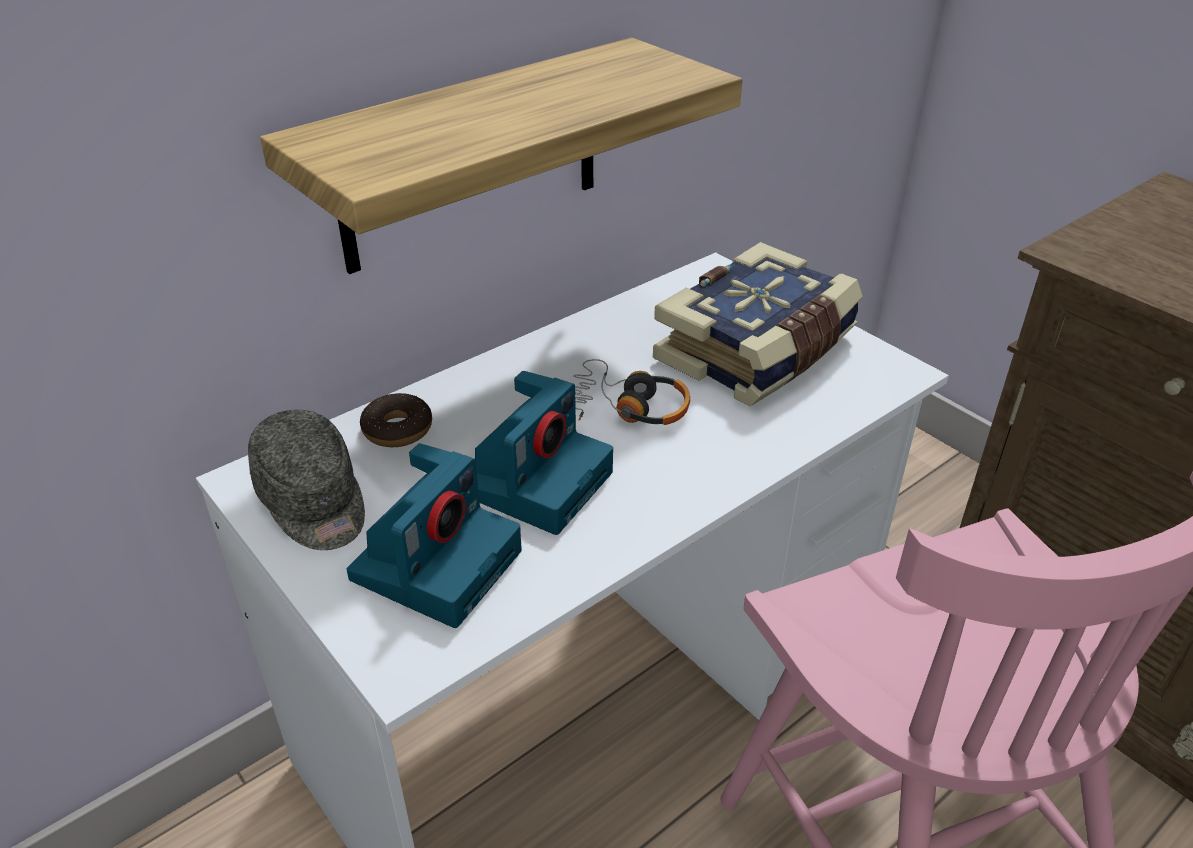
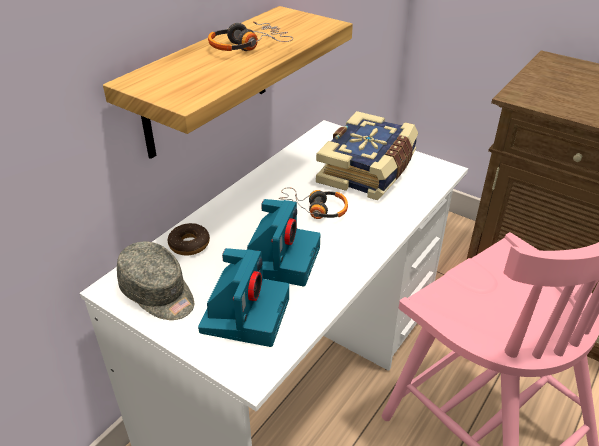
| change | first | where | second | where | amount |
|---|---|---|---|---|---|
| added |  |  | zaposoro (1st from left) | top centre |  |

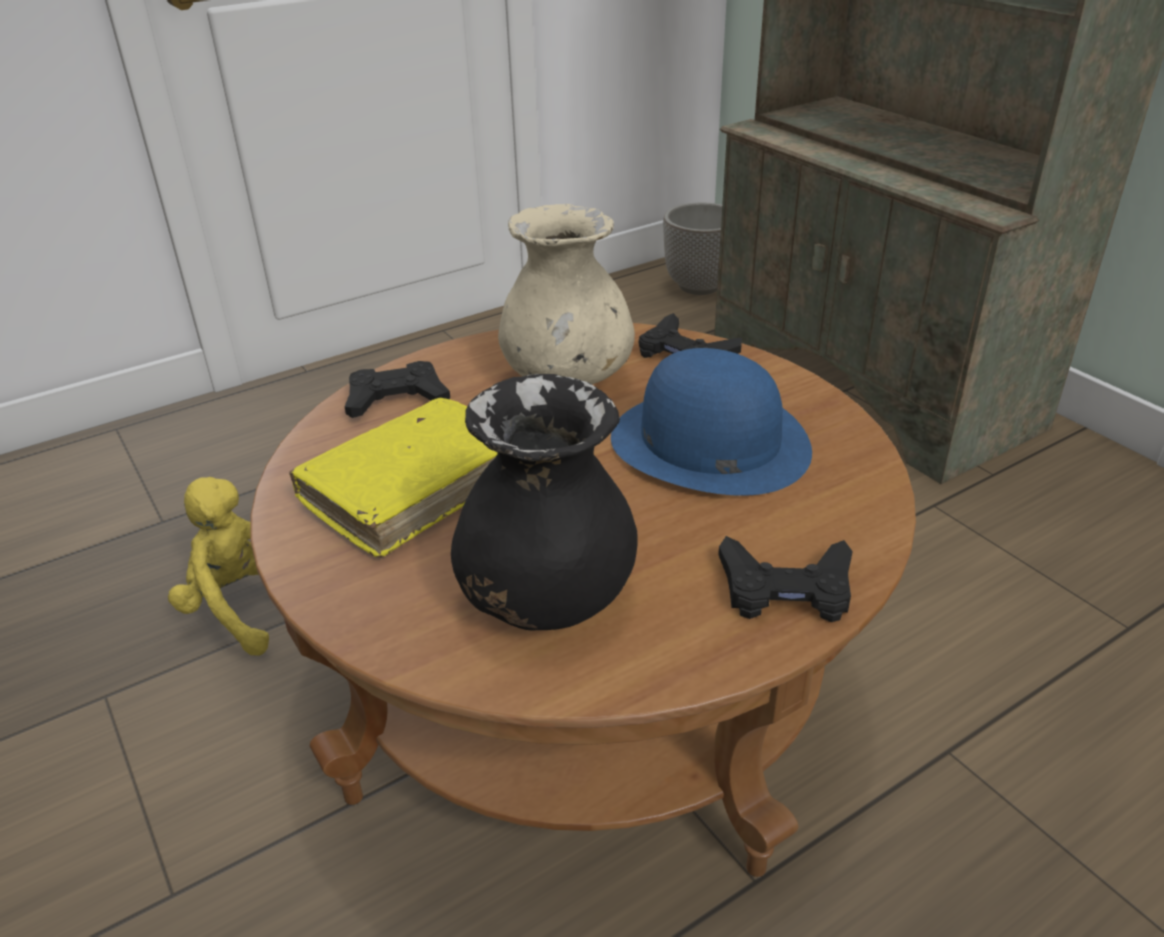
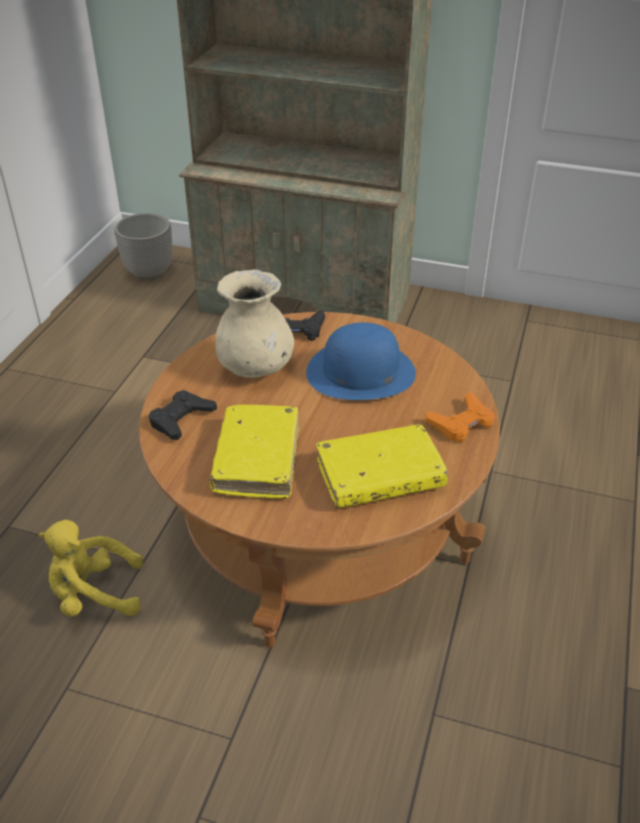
| change | first | where | second | where | amount |
|---|---|---|---|---|---|
| replaced | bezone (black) | centre | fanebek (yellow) (2nd from left) | centre |  |
| recoloured | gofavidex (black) (3rd from left) | middle right | gofavidex (orange) | middle right |  |

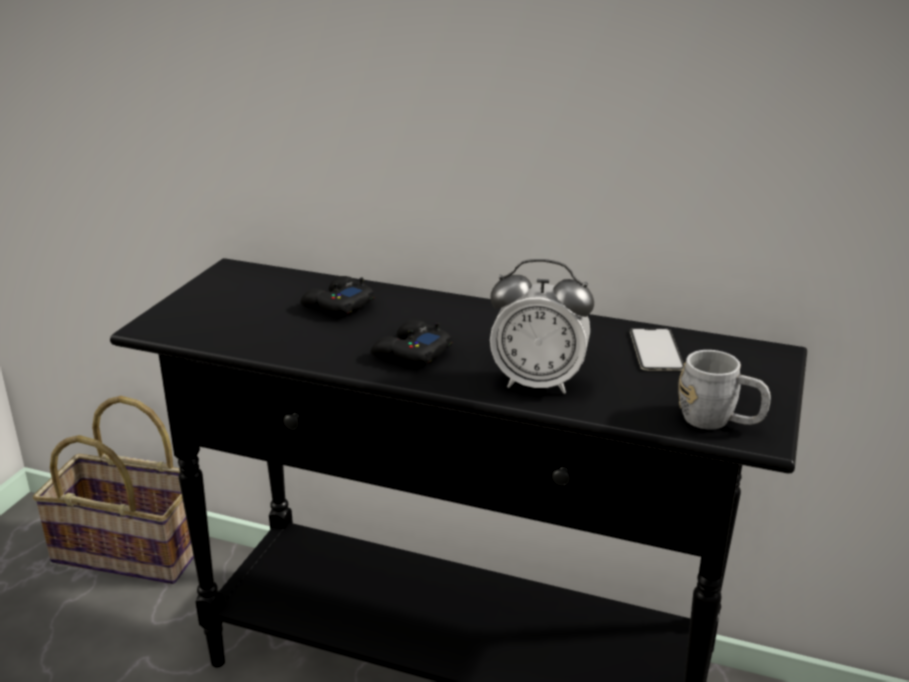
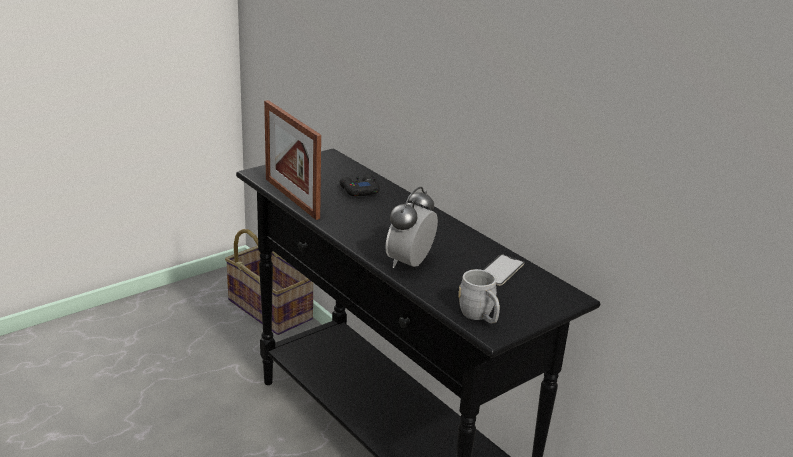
| change | first | where | second | where | amount |
|---|---|---|---|---|---|
| removed | gofavidex (black) (2nd from left) | centre |  |  |  |
| turned | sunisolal | centre |  | centre | 75 degrees clockwise |
| added |  |  | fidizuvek | centre |  |

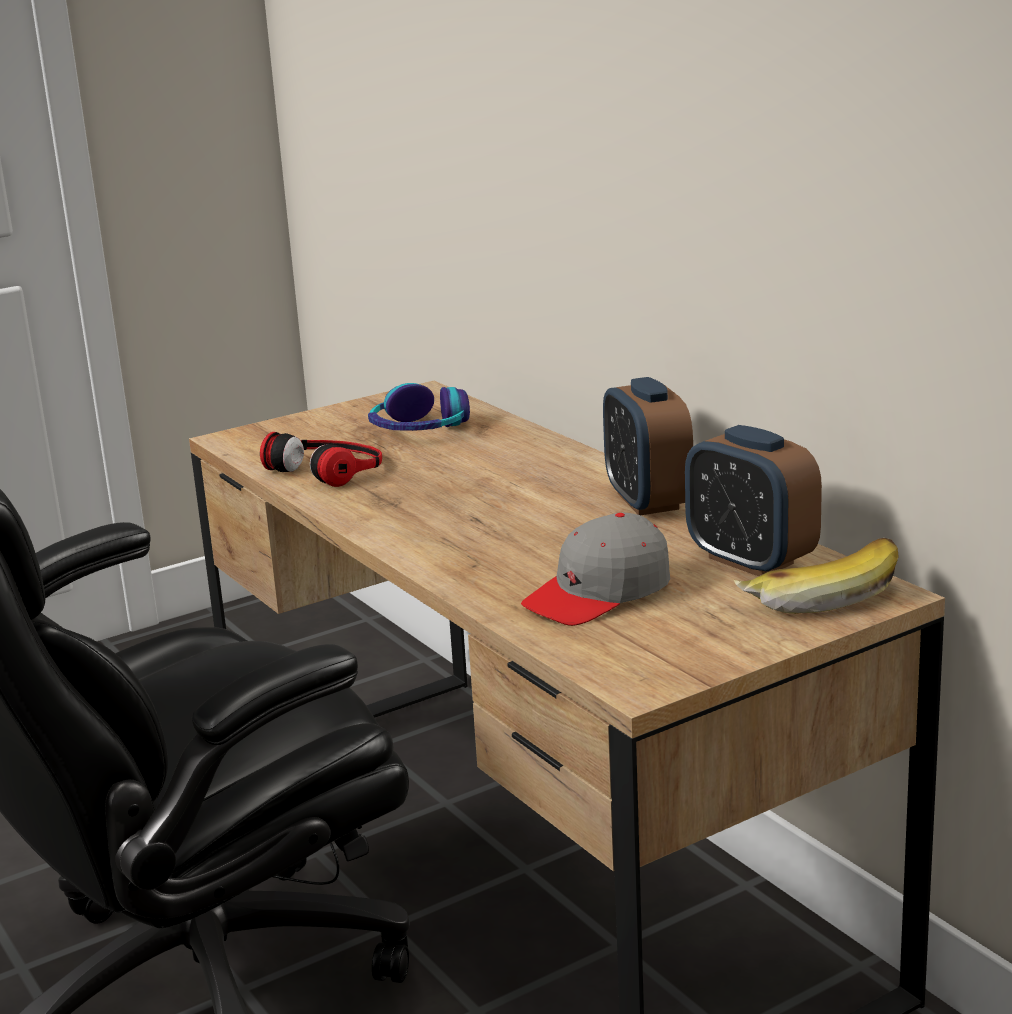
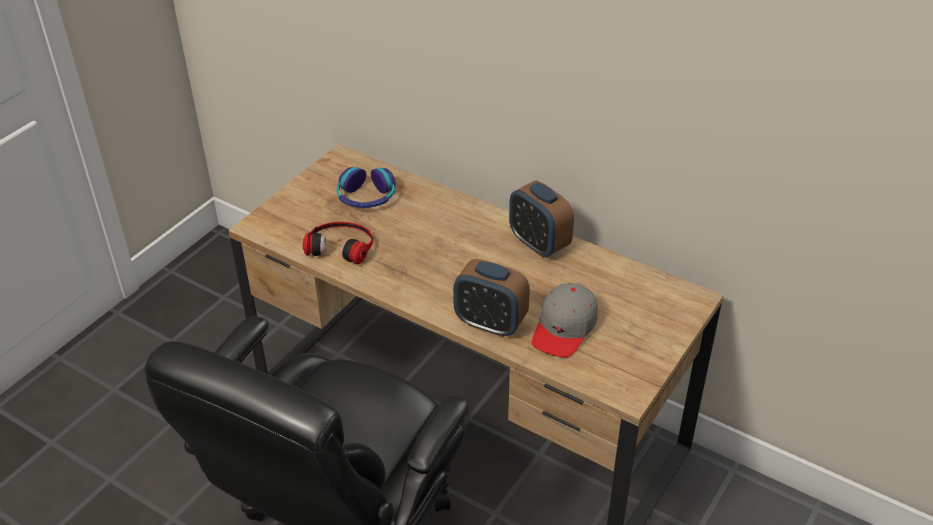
| change | first | where | second | where | amount |
|---|---|---|---|---|---|
| moved | sunisolal (2nd from left in the first image) | middle right | sunisolal (1st from left) | centre |  |
| removed | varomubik | middle right |  |  |  |

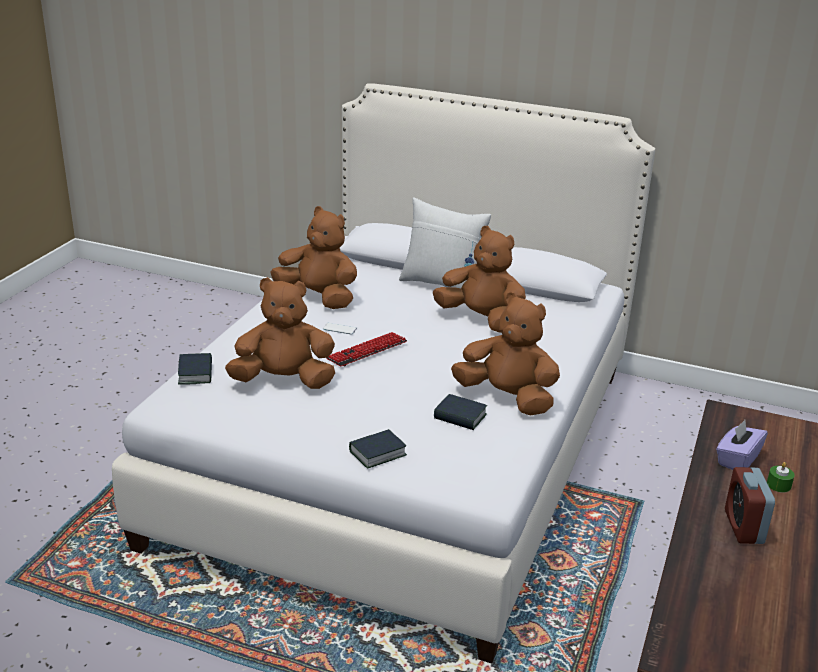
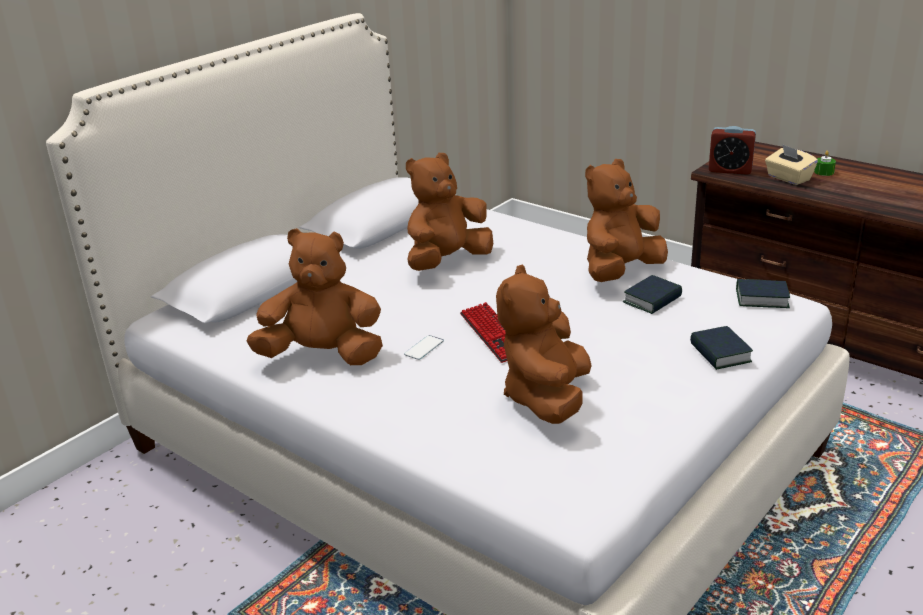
| change | first | where | second | where | amount |
|---|---|---|---|---|---|
| moved | fanebek (1st from left in the first image) | middle left | fanebek (3rd from left) | middle right |  |
| turned | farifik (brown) (2nd from left in the first image) | centre | farifik (brown) (1st from left) | centre | 45 degrees clockwise |
| removed | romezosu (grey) | centre |  |  |  |
| recoloured | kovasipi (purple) | middle right | kovasipi (beige) | top right |  |
| moved | sunisolal | bottom right |  | top right |  |

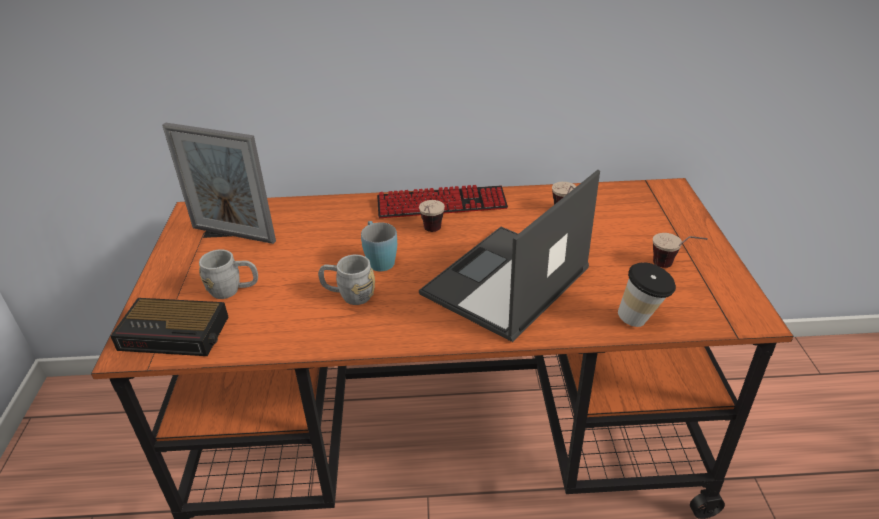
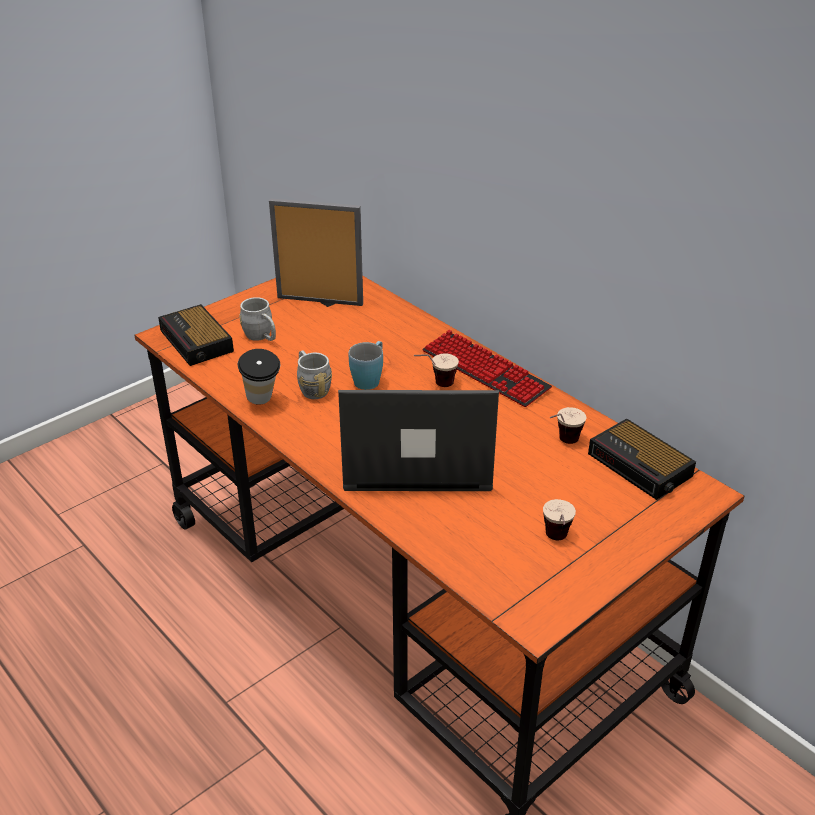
| change | first | where | second | where | amount |
|---|---|---|---|---|---|
| turned | fidizuvek | middle left |  | top centre | 120 degrees clockwise |
| moved | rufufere (3rd from left in the first image) | middle right | rufufere (1st from left) | middle left |  |
| added |  |  | sunisolal (2nd from left) | middle right |  |

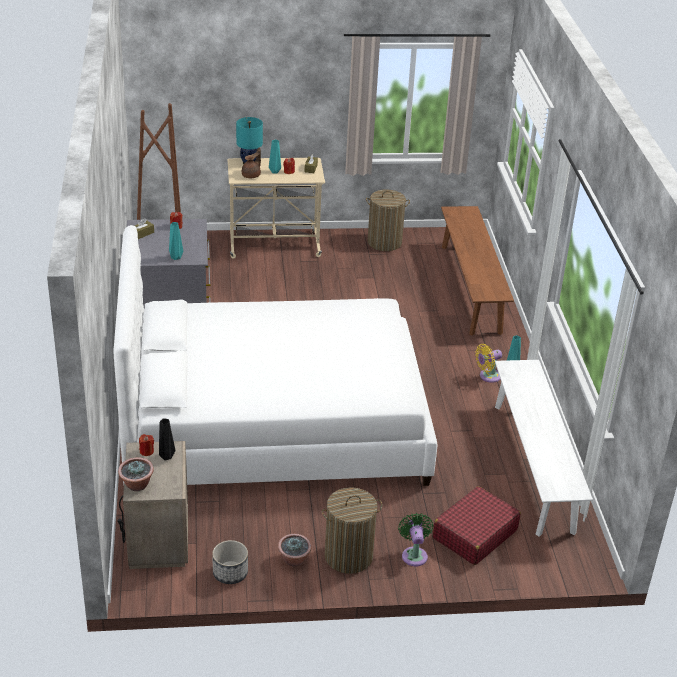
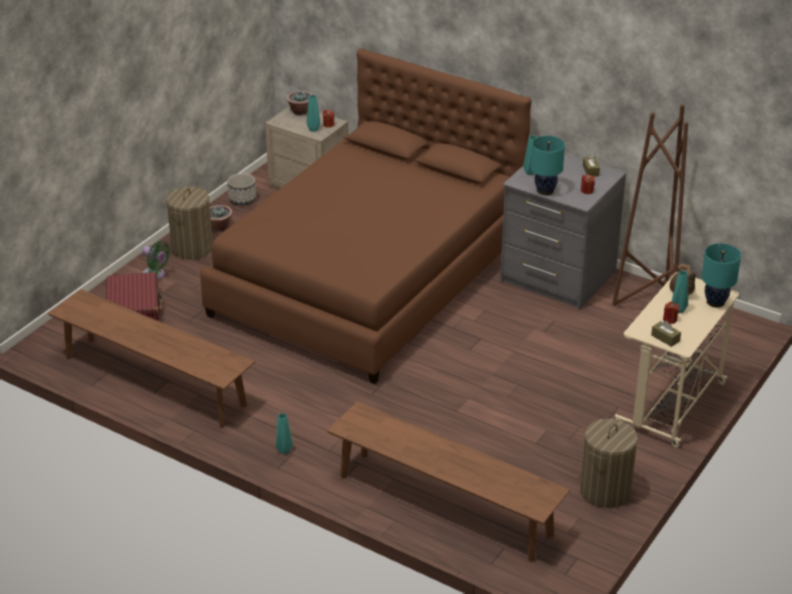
| change | first | where | second | where | amount |
|---|---|---|---|---|---|
| recoloured | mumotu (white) | centre | mumotu (brown) | centre |  |
| recoloured | bezone (black) | middle left | bezone (turquoise) (2nd from left) | top centre |  |
| removed | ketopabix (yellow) | middle right |  |  |  |
| recoloured | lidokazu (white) | middle right | lidokazu (brown) (1st from left) | middle left |  |
| added |  |  | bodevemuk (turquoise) (1st from left) | top right |  |

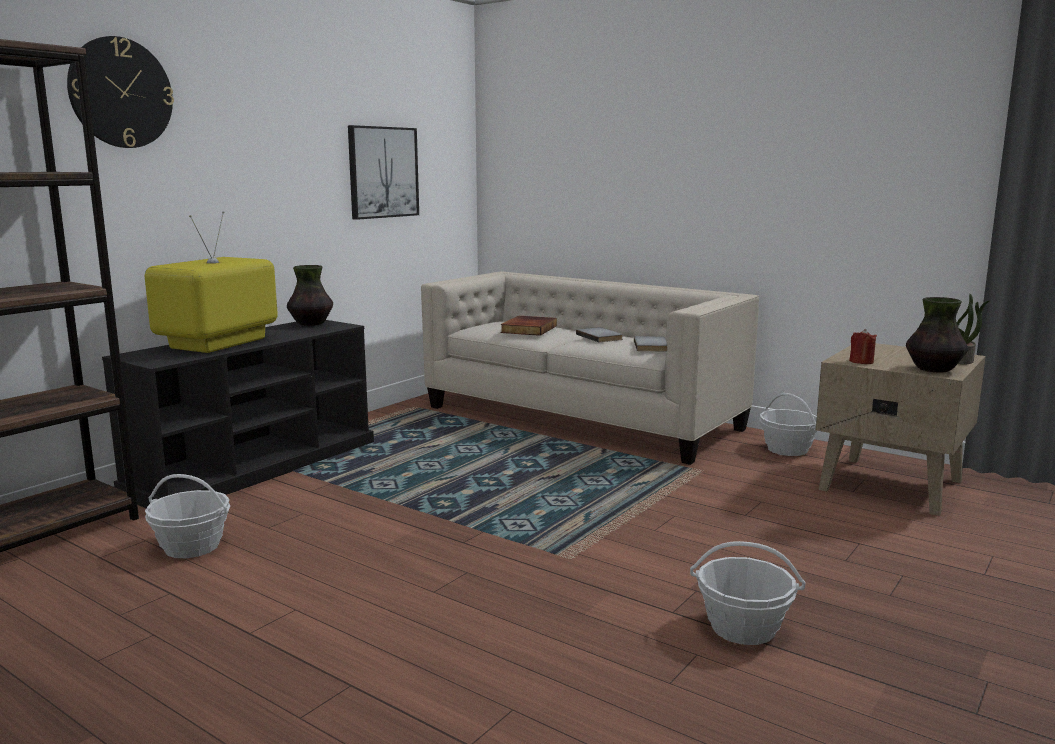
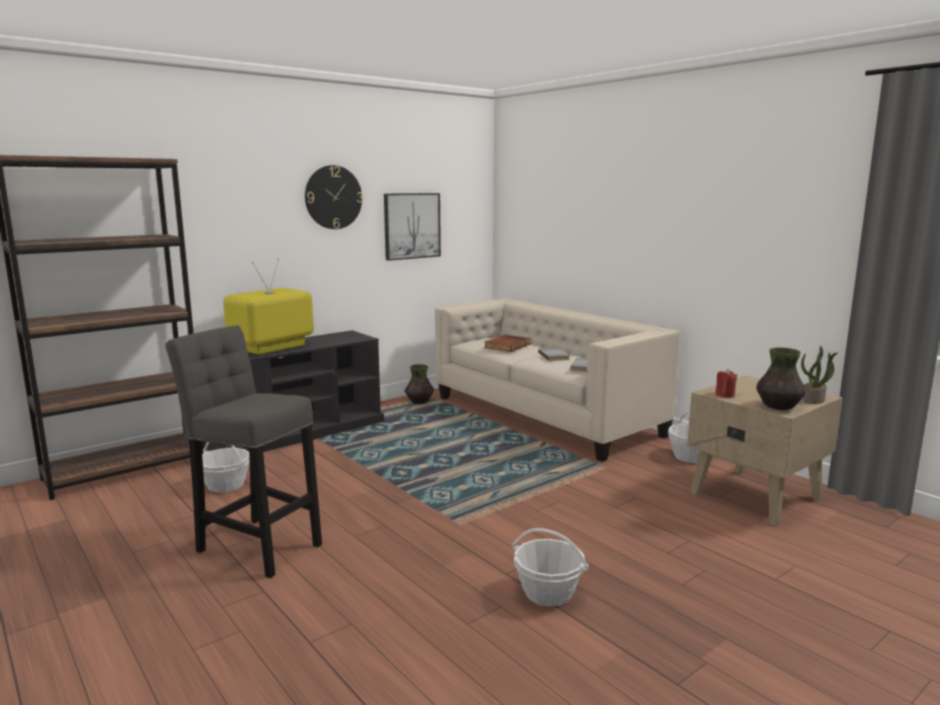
| change | first | where | second | where | amount |
|---|---|---|---|---|---|
| moved | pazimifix | top left |  | top centre |  |
| moved | bezone (1st from left) | middle left |  | centre |  |
| added |  |  | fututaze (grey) | middle left |  |

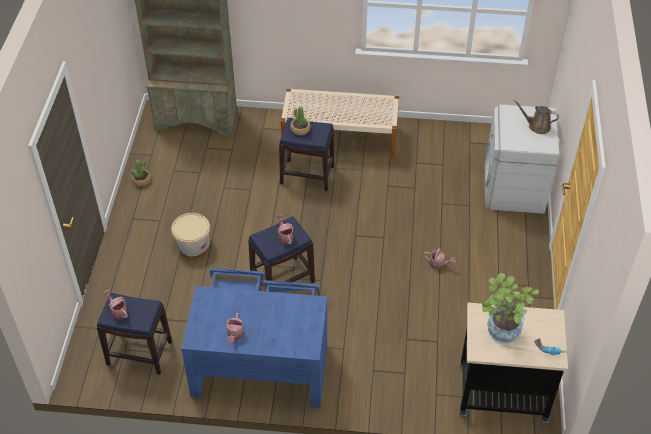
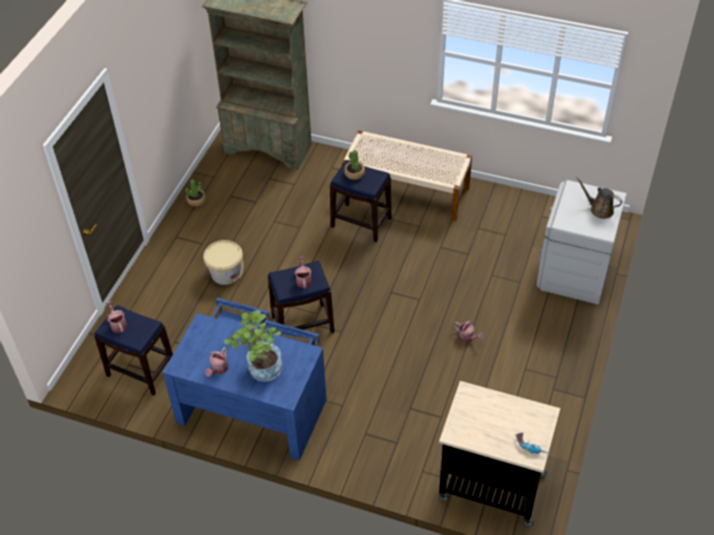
| change | first | where | second | where | amount |
|---|---|---|---|---|---|
| moved | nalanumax (3rd from left in the first image) | bottom right | nalanumax (2nd from left) | centre |  |

